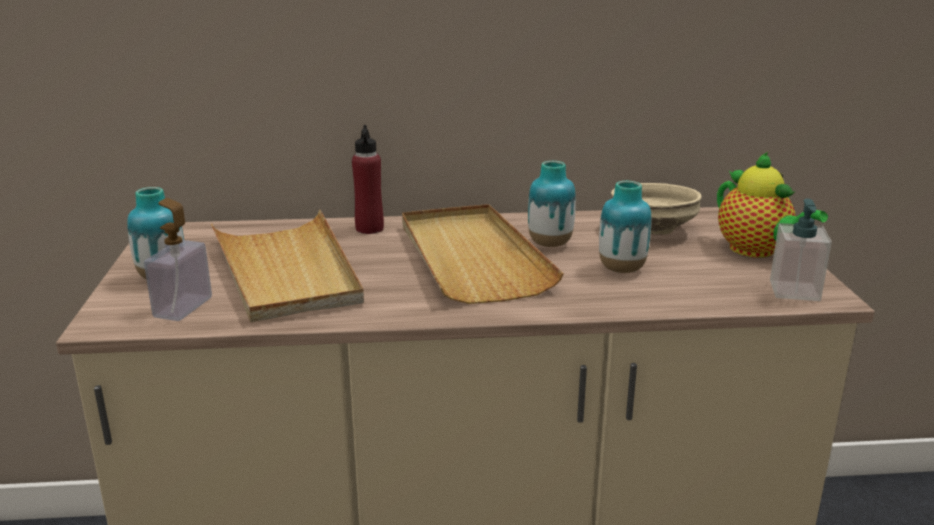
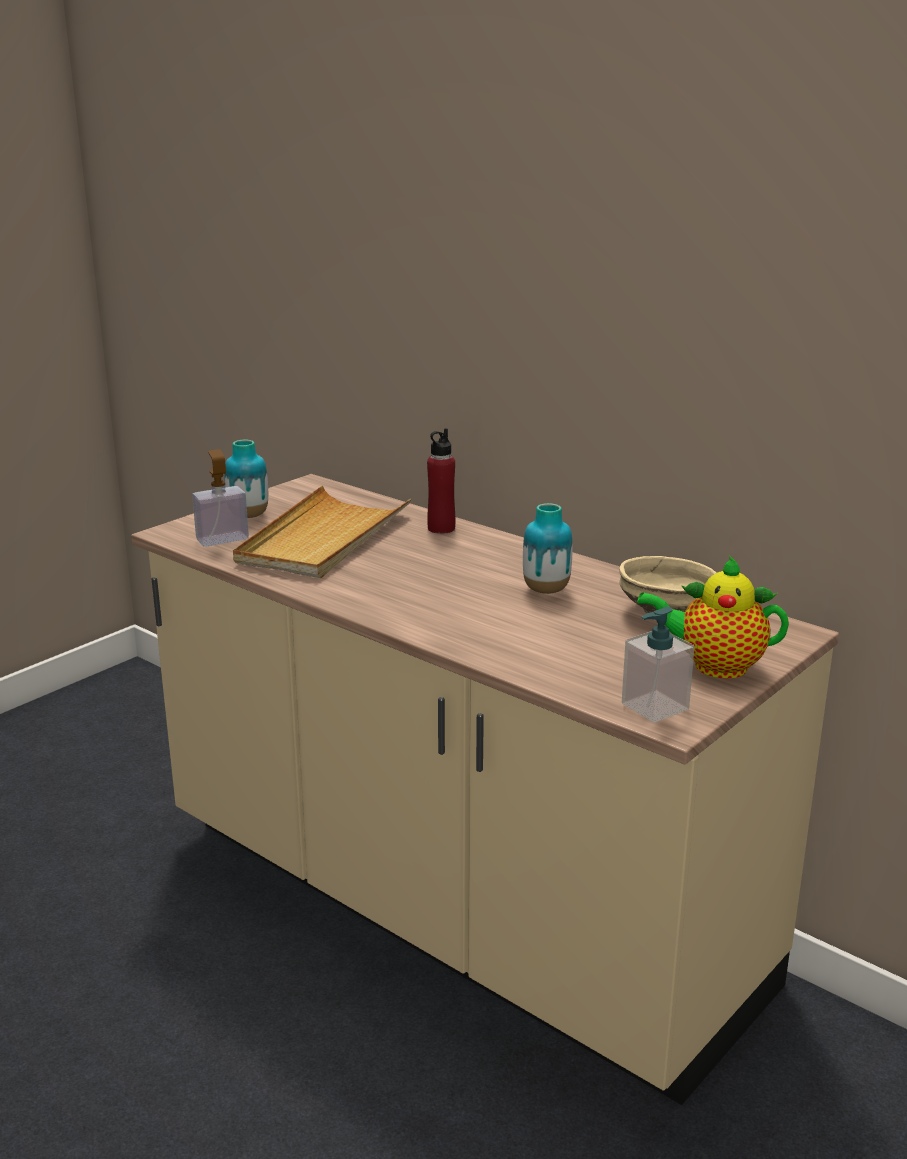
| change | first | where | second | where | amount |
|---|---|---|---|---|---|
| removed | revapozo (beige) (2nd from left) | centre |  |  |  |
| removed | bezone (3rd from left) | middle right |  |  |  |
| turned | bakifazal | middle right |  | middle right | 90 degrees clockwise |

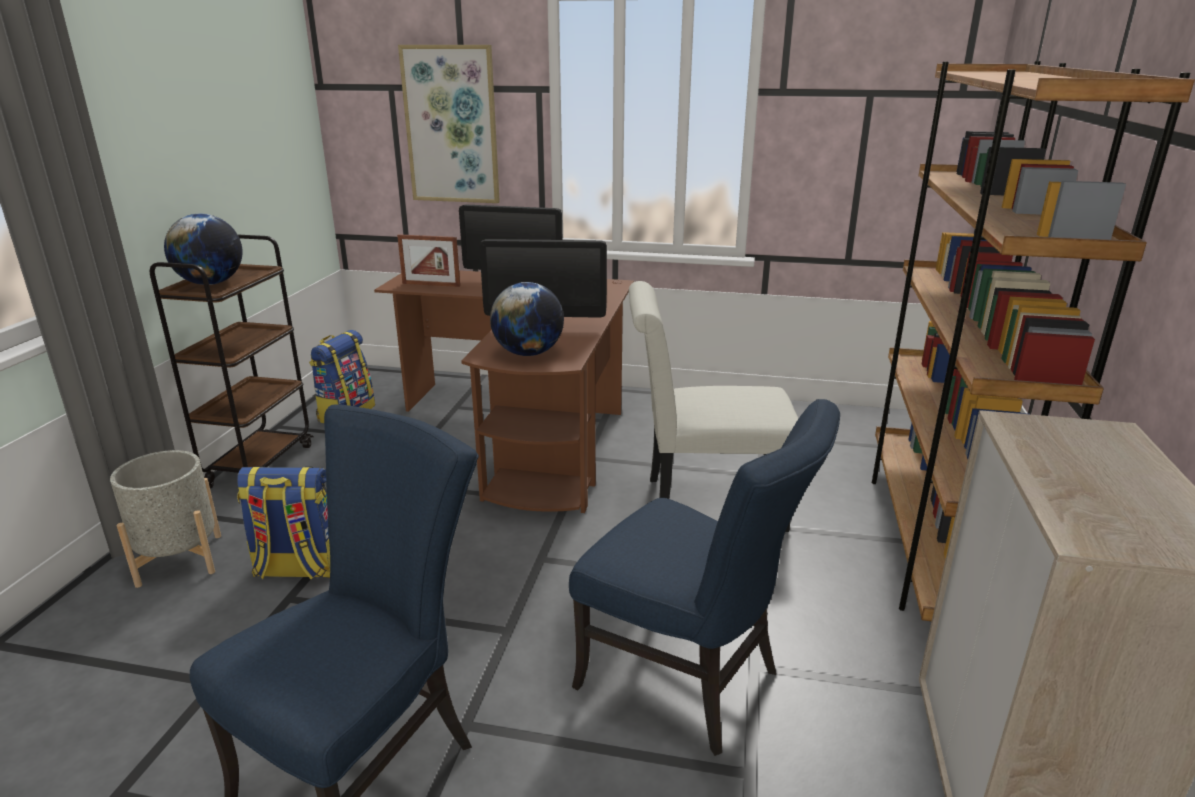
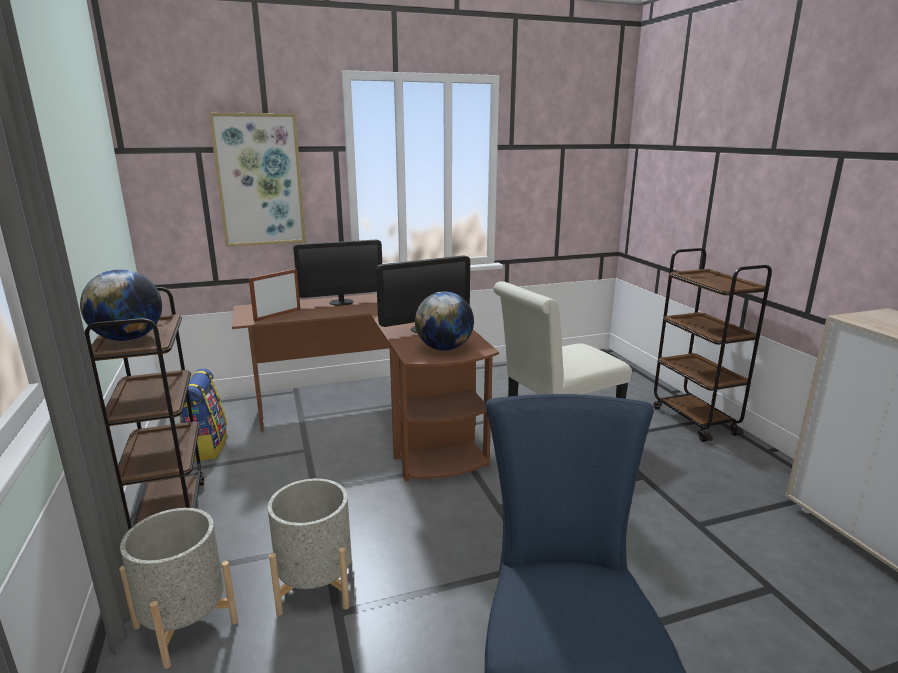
| change | first | where | second | where | amount |
|---|---|---|---|---|---|
| replaced | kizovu (1st from left) | middle left | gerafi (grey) (2nd from left) | bottom centre |  |
| turned | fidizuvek | top centre |  | middle left | 150 degrees clockwise |
| removed | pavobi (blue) (2nd from left) | bottom centre |  |  |  |
| replaced | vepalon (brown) | middle right | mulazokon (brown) (2nd from left) | middle right |  |

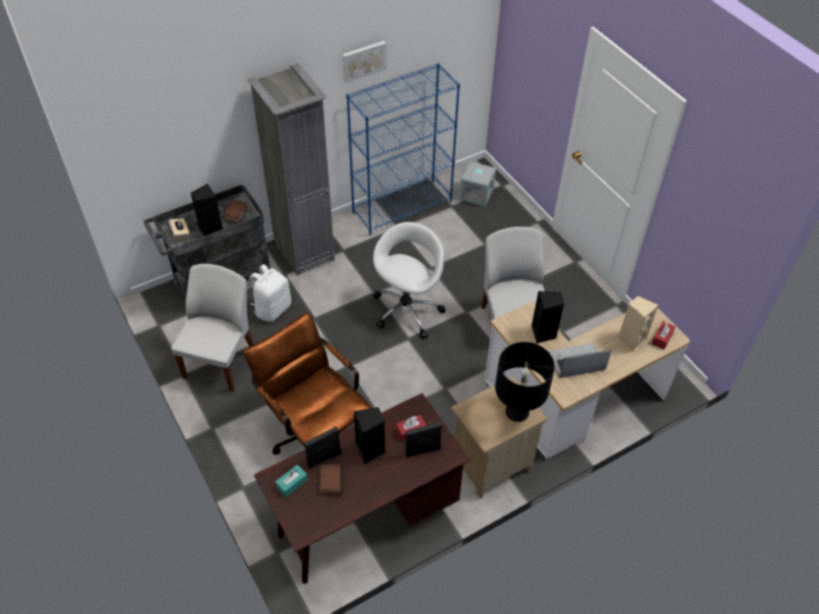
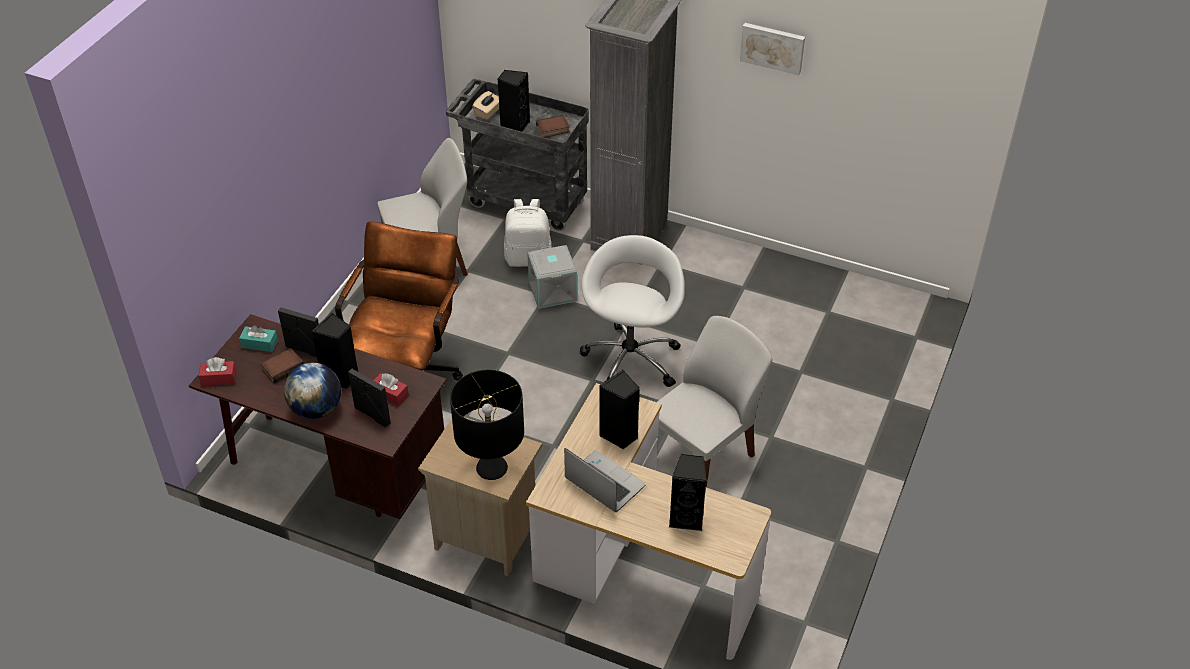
| change | first | where | second | where | amount |
|---|---|---|---|---|---|
| removed | vepalon (blue) | top centre |  |  |  |
| turned | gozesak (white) | centre |  | centre | 75 degrees counterclockwise |
| moved | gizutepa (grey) | top centre |  | centre |  |
| recoloured | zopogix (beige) | middle right | zopogix (black) (4th from left) | bottom centre |  |
| moved | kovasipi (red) (2nd from left in the first image) | middle right | kovasipi (red) (1st from left) | middle left |  |
| added |  |  | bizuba | middle left |  |

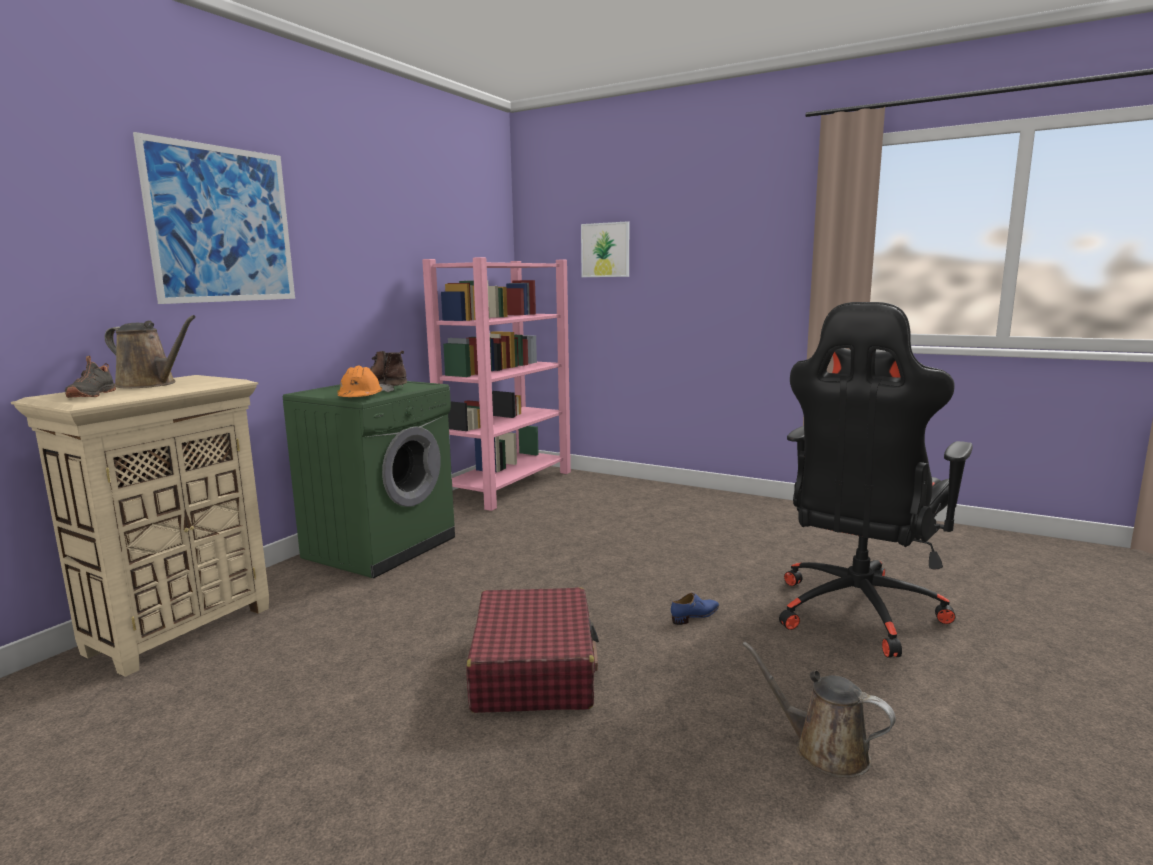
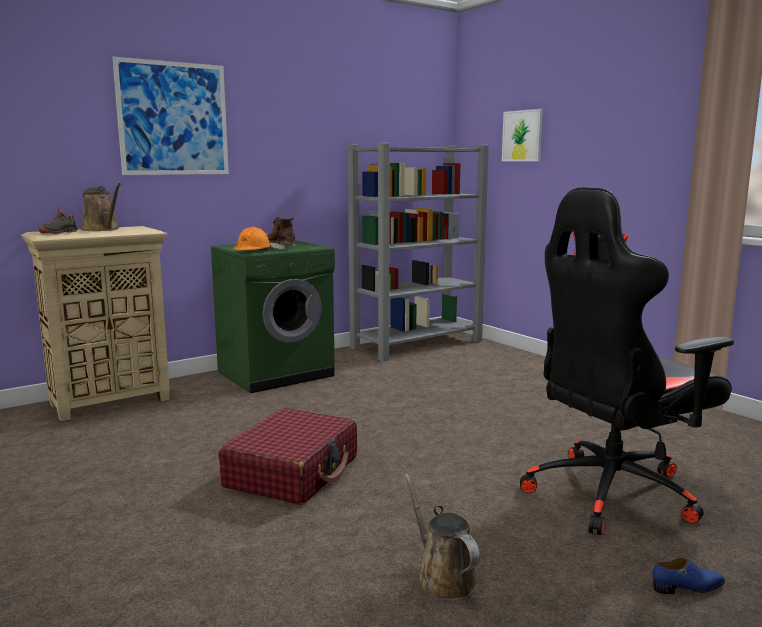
| change | first | where | second | where | amount |
|---|---|---|---|---|---|
| recoloured | vepalon (pink) | centre | vepalon (grey) | centre |  |
| moved | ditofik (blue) | bottom centre |  | bottom right |  |

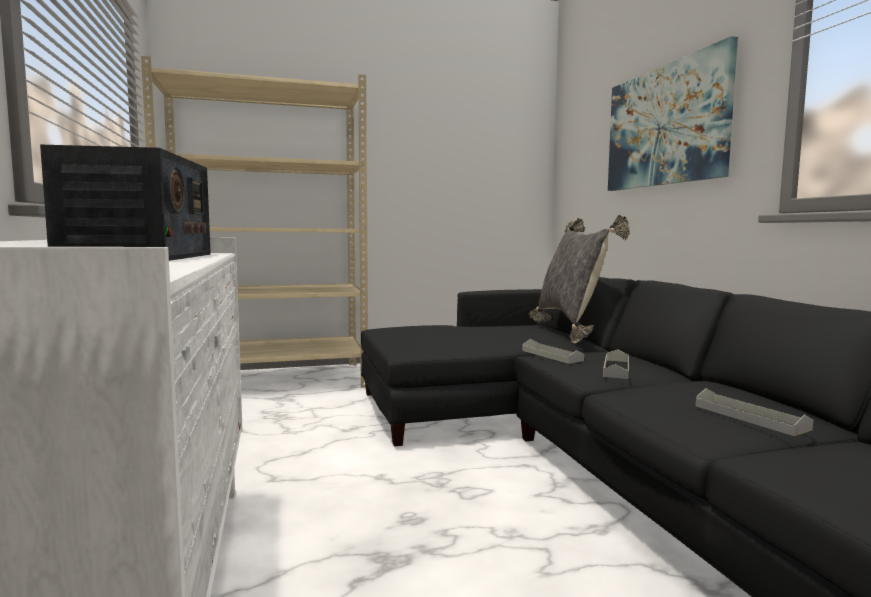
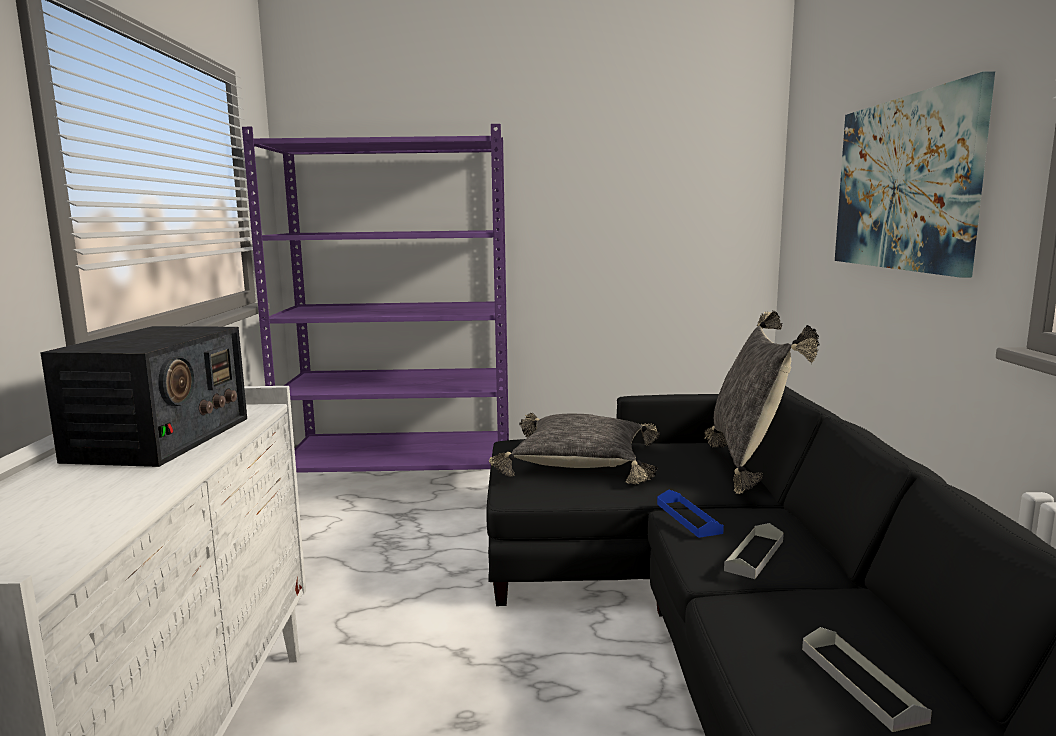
| change | first | where | second | where | amount |
|---|---|---|---|---|---|
| recoloured | vepalon (beige) | middle left | vepalon (purple) | centre |  |
| recoloured | revapozo (grey) (1st from left) | centre | revapozo (blue) | bottom centre |  |
| added |  |  | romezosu (1st from left) | centre |  |

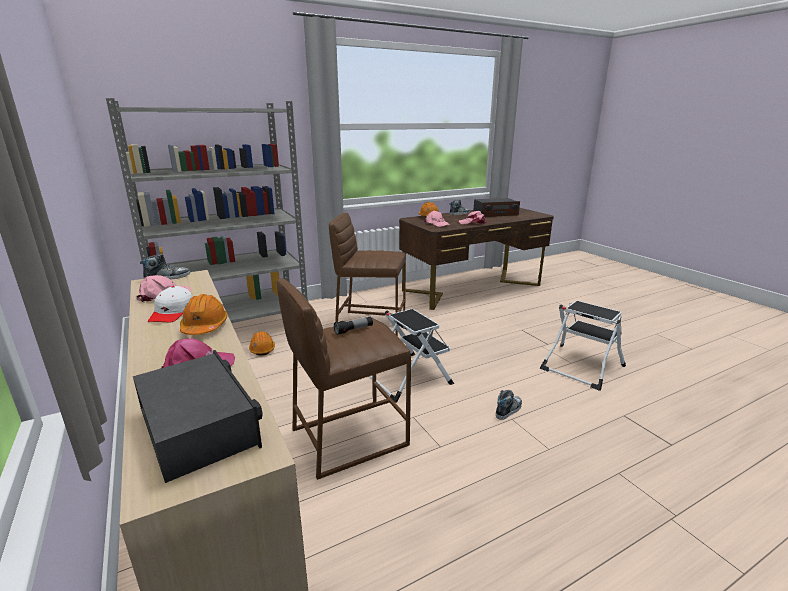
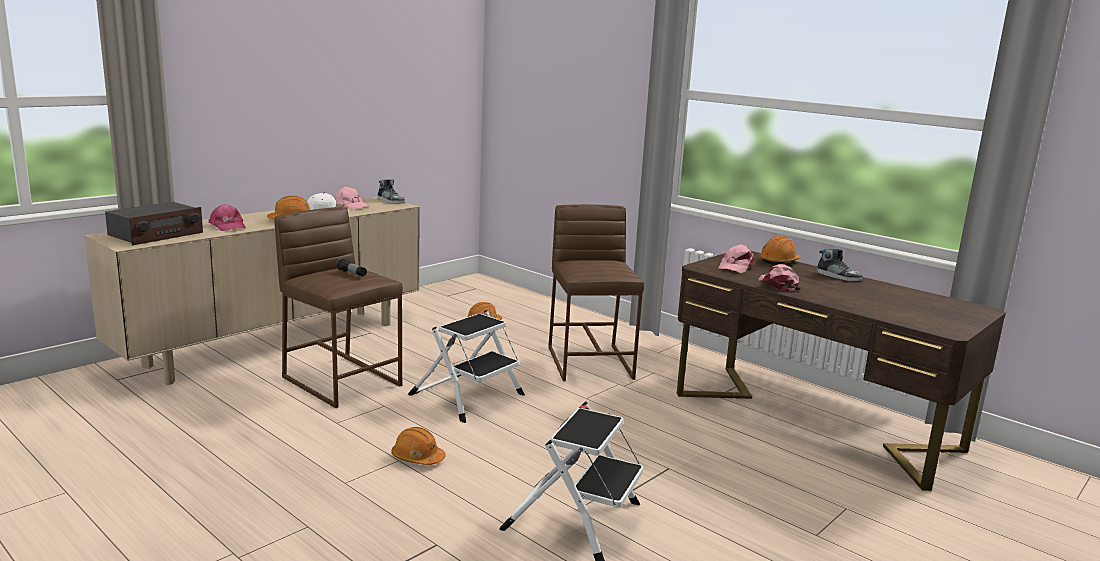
| change | first | where | second | where | amount |
|---|---|---|---|---|---|
| removed | vepalon (grey) | middle left |  |  |  |
| removed | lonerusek (2nd from left) | centre |  |  |  |
| replaced | ditofik (3rd from left) | bottom centre | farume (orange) (2nd from left) | bottom centre |  |

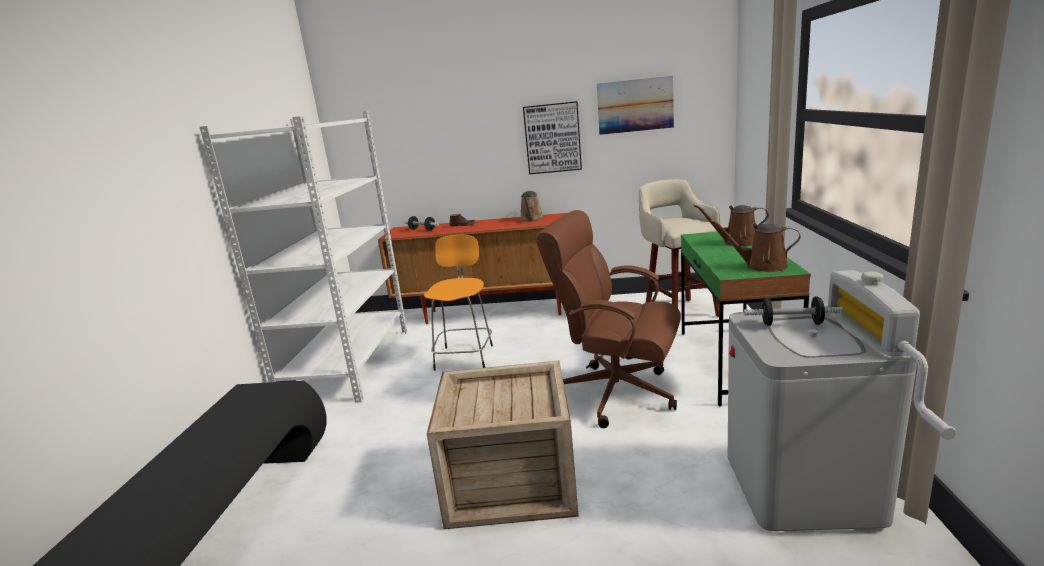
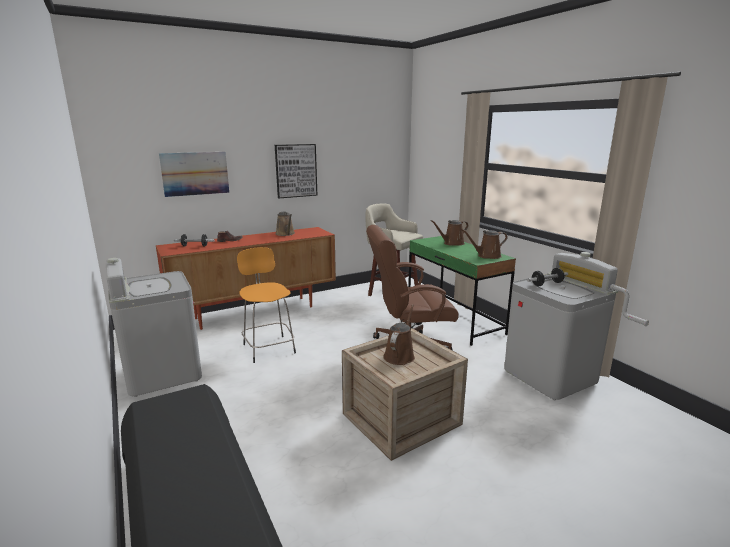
| change | first | where | second | where | amount |
|---|---|---|---|---|---|
| replaced | vepalon (white) | middle left | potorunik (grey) (1st from left) | middle left |  |
| moved | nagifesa (2nd from left in the first image) | top centre | nagifesa (1st from left) | top left |  |
| added |  |  | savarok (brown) (2nd from left) | centre |  |

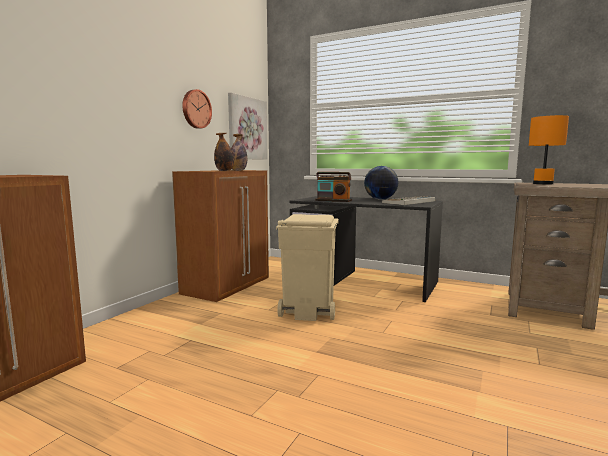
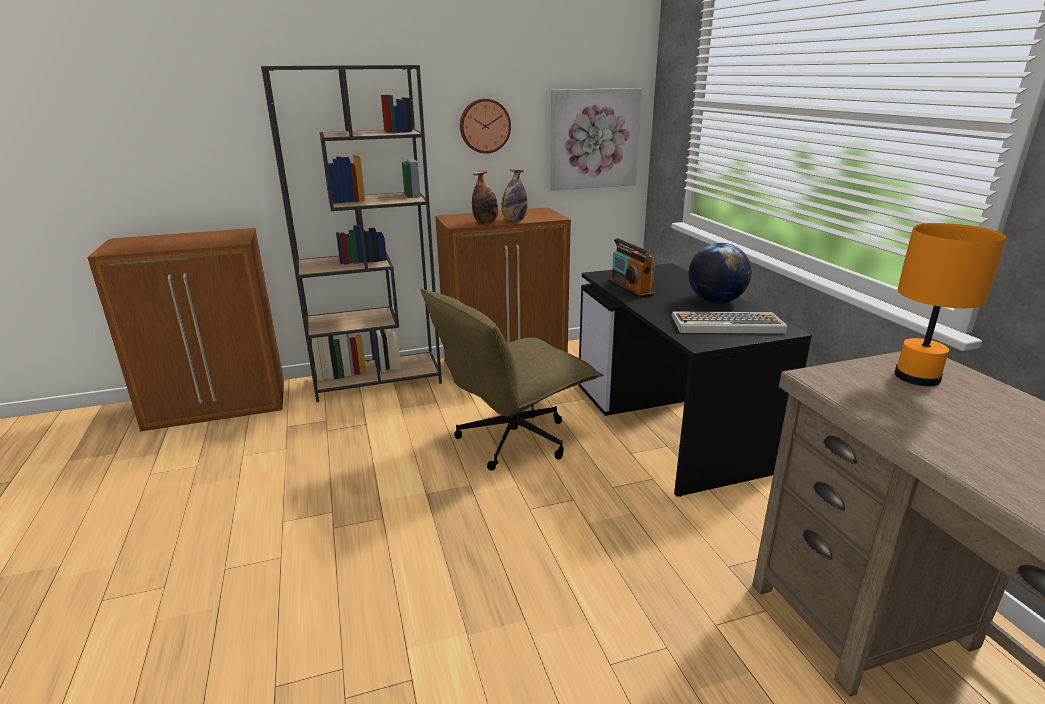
| change | first | where | second | where | amount |
|---|---|---|---|---|---|
| replaced | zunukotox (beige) | centre | gozesak (beige) | centre |  |
| added |  |  | vepalon | top centre |  |

